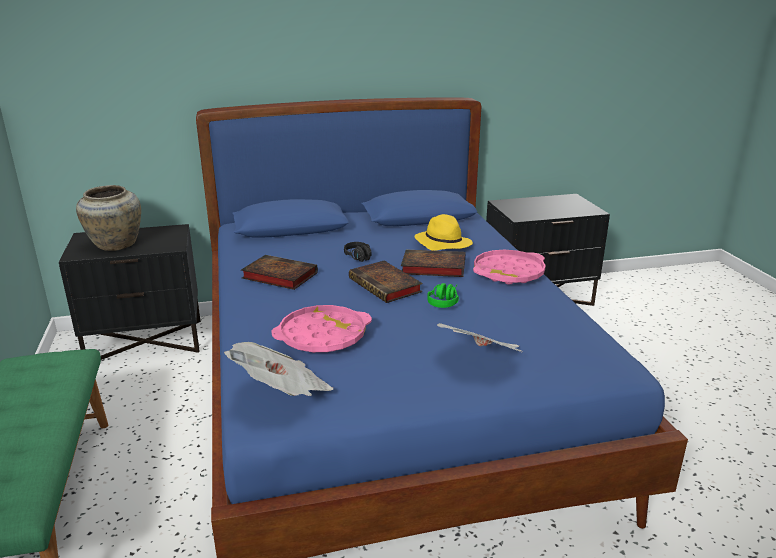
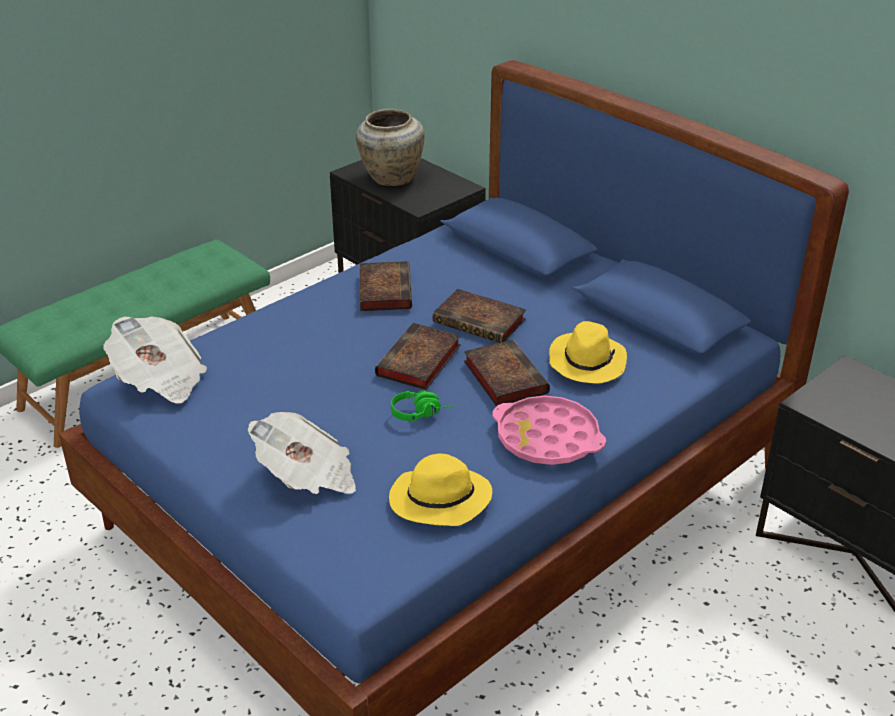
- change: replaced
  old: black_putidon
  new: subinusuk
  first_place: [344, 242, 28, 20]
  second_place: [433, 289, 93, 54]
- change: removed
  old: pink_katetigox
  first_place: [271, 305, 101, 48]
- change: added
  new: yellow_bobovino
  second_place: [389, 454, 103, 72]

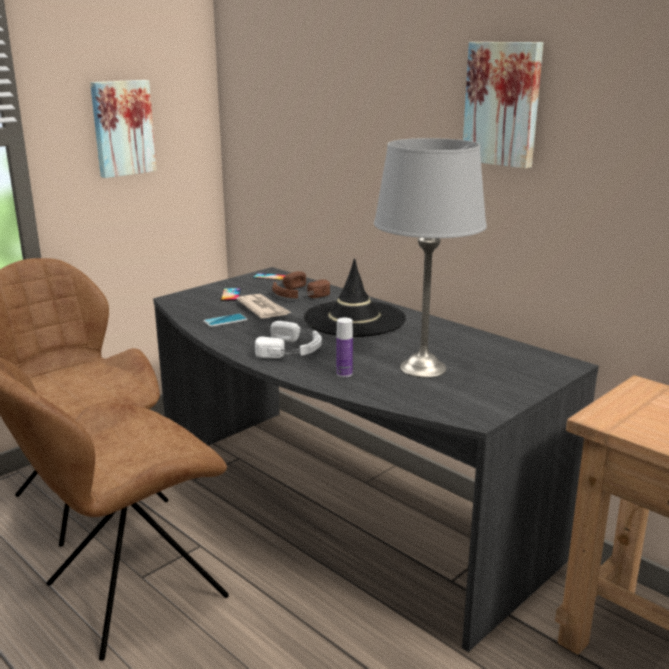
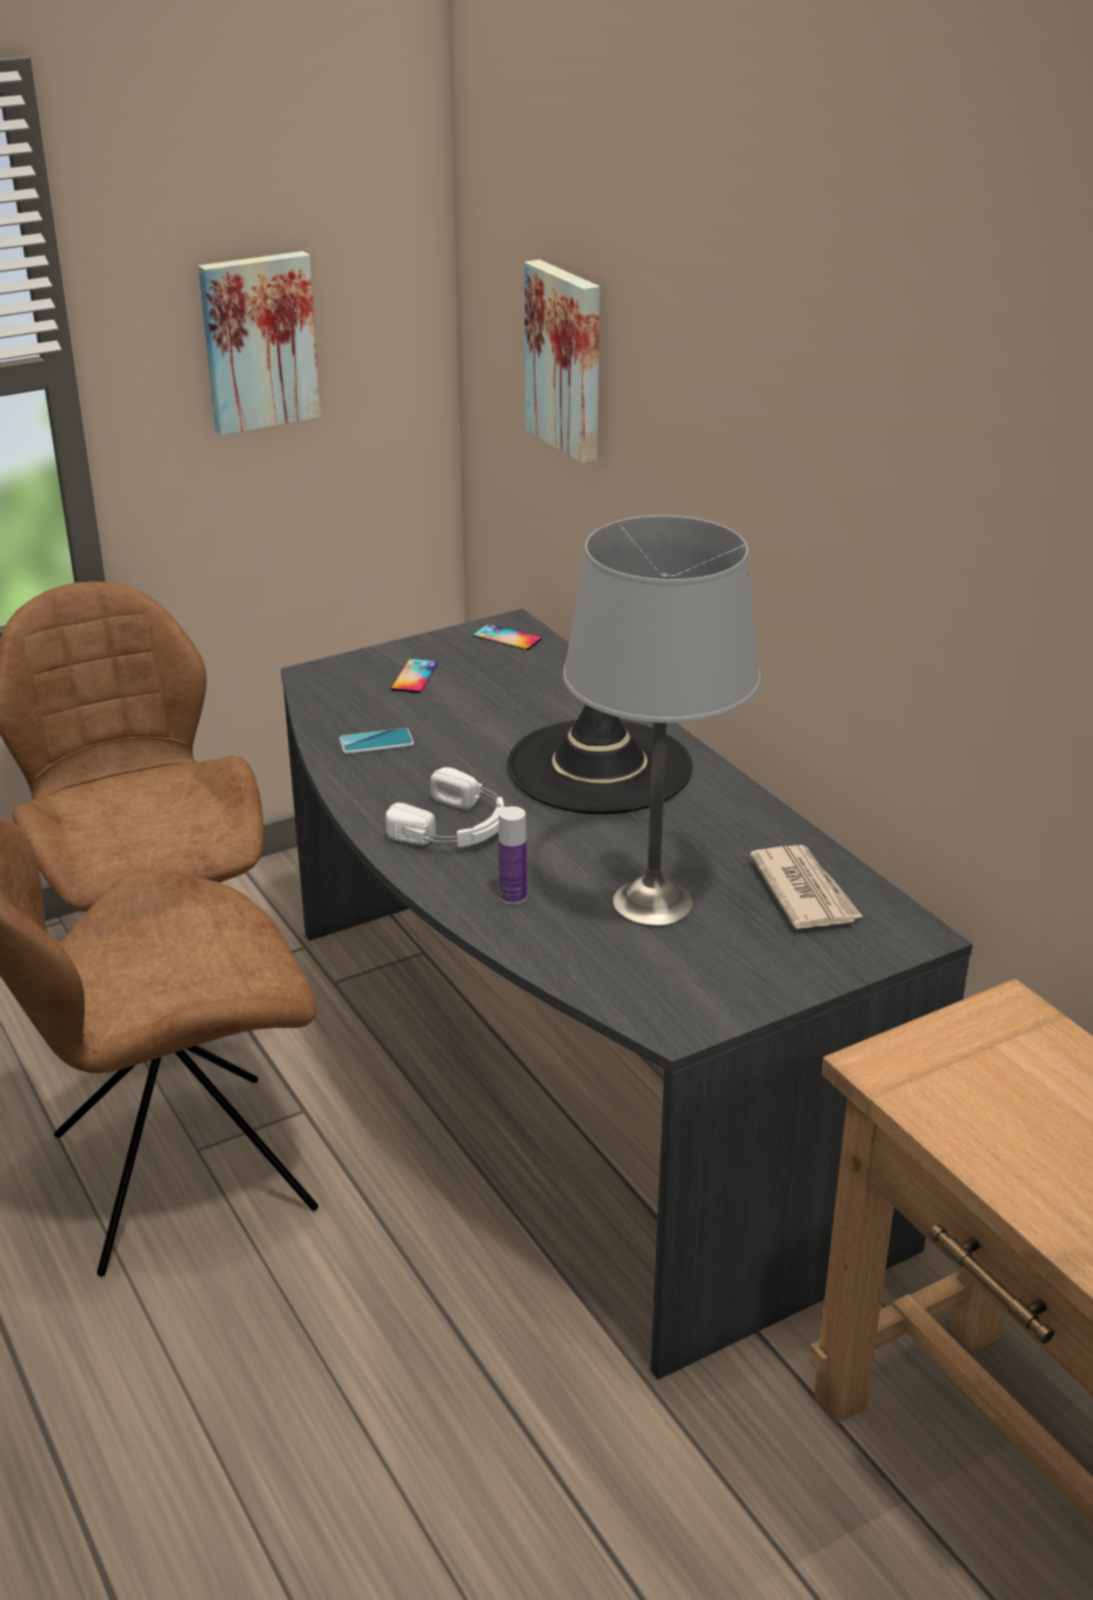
- change: moved
  old: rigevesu
  first_place: [463, 42, 81, 127]
  second_place: [524, 260, 76, 203]
- change: removed
  old: brown_putidon
  first_place: [272, 271, 58, 27]
- change: moved
  old: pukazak
  first_place: [236, 294, 56, 25]
  second_place: [750, 845, 113, 84]

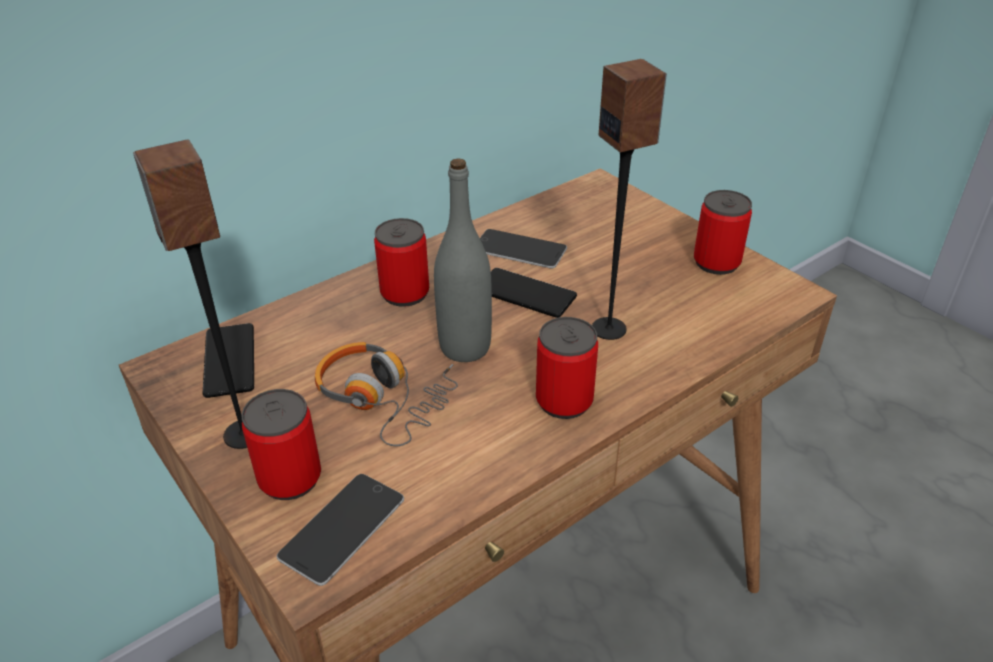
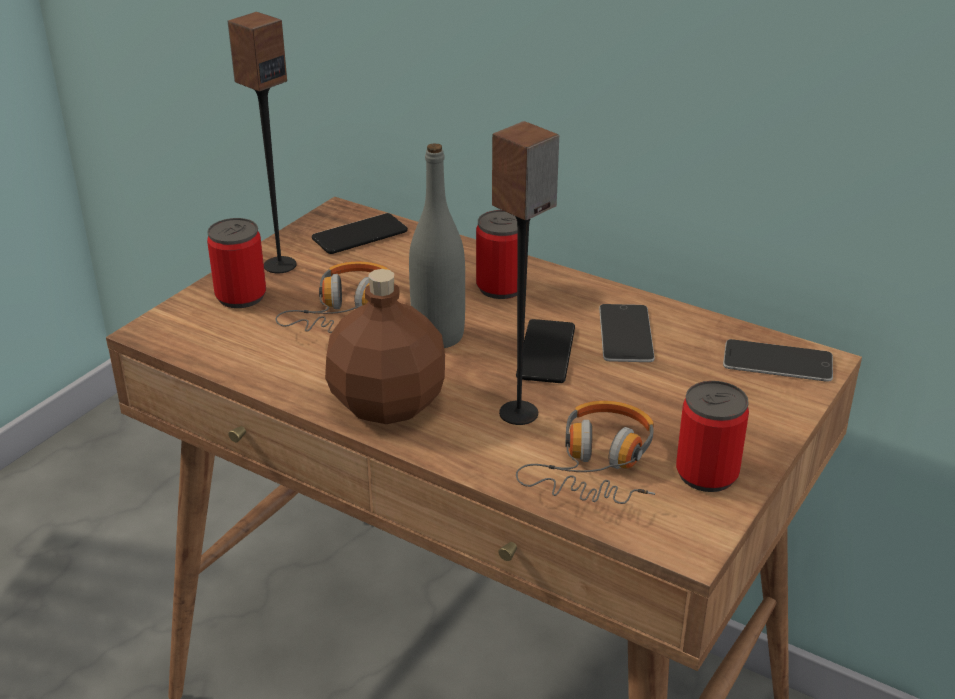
- change: replaced
  old: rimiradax
  new: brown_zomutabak
  first_place: [536, 317, 62, 102]
  second_place: [325, 269, 120, 155]
- change: moved
  old: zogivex
  first_place: [276, 474, 128, 112]
  second_place: [723, 339, 110, 43]
- change: added
  new: putidon
  second_place: [516, 401, 139, 103]

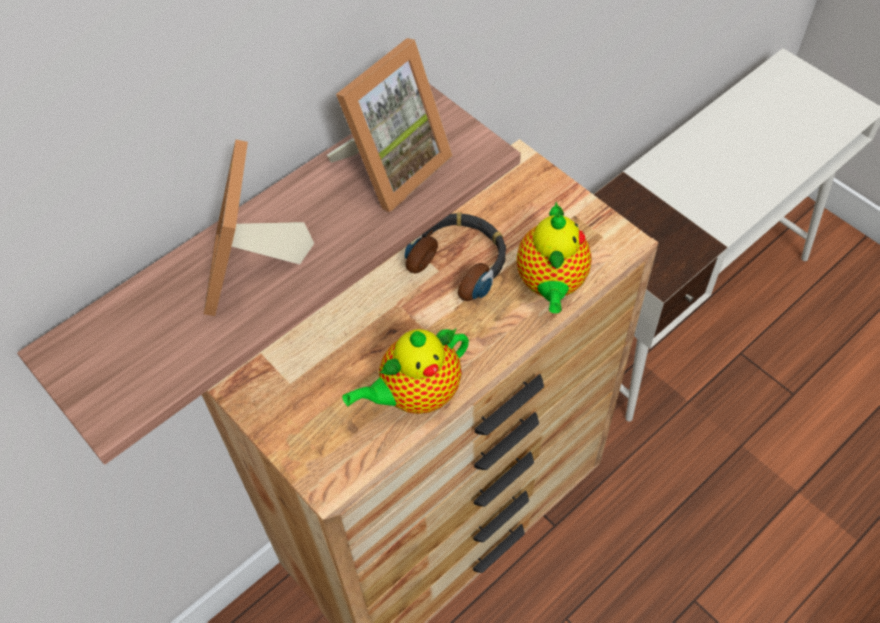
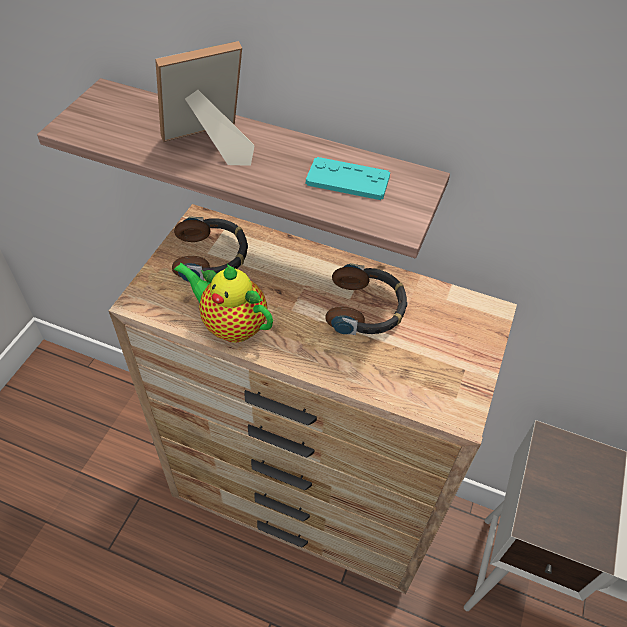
- change: replaced
  old: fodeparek
  new: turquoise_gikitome
  first_place: [326, 38, 127, 174]
  second_place: [306, 157, 84, 43]
- change: removed
  old: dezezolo
  first_place: [516, 202, 76, 111]
- change: added
  new: putidon
  second_place: [172, 217, 76, 65]

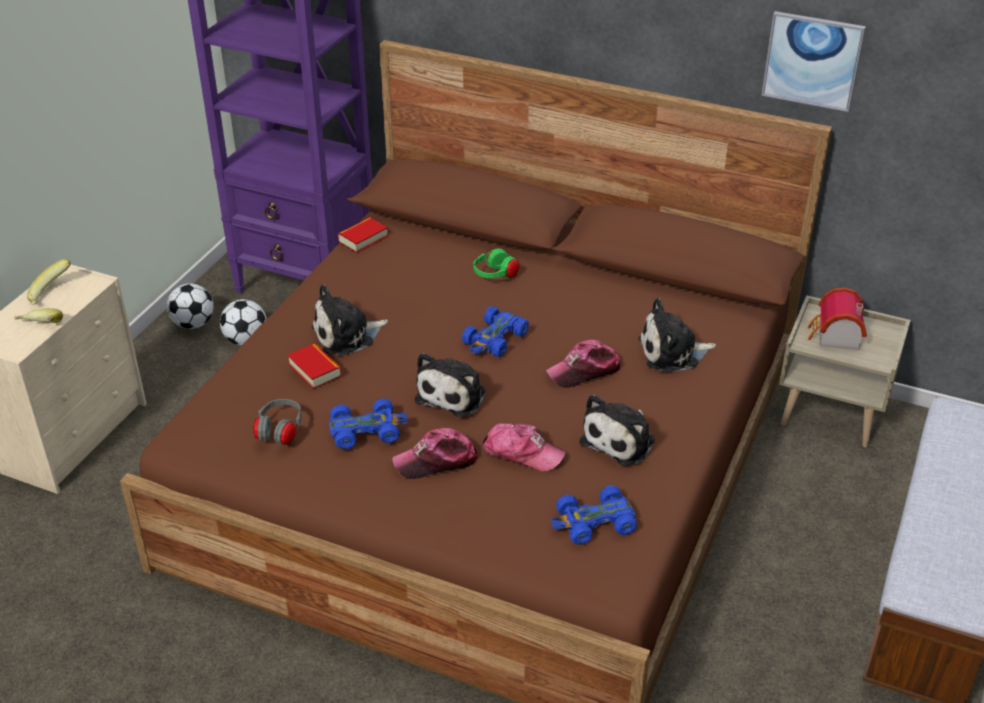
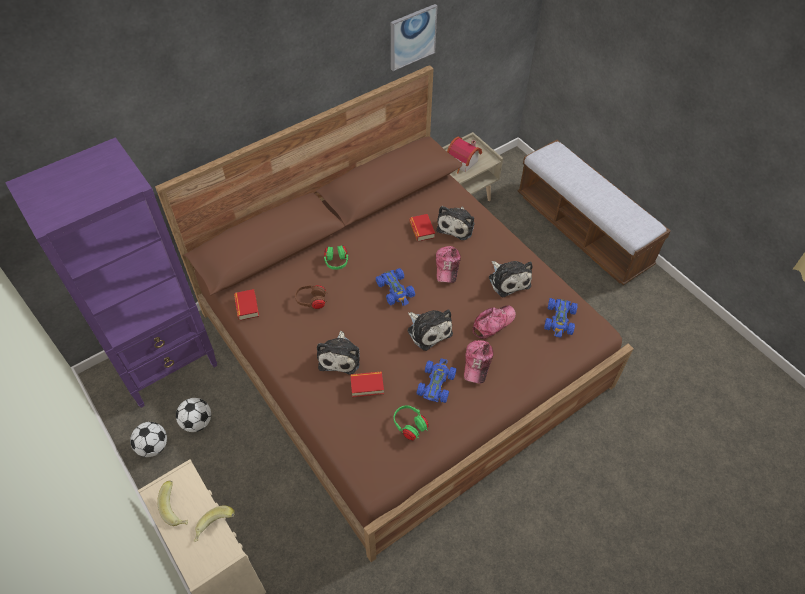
- change: recoloured
  old: grey_putidon
  new: green_putidon
  first_place: [253, 399, 48, 46]
  second_place: [393, 405, 36, 36]
- change: added
  new: subinusuk
  second_place: [410, 214, 25, 27]
- change: added
  new: brown_putidon
  second_place: [295, 284, 33, 25]

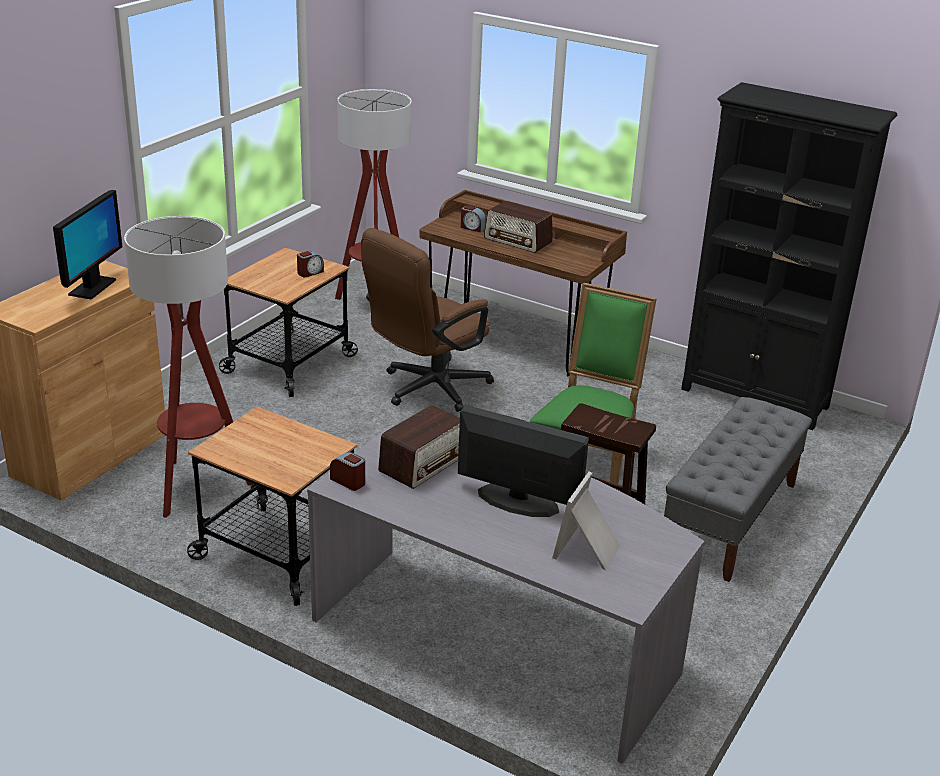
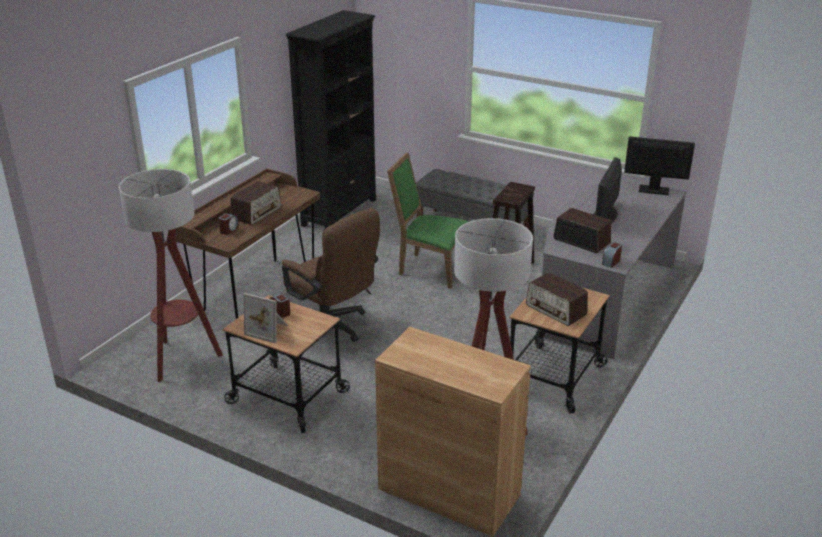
- change: moved
  old: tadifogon
  first_place: [53, 190, 69, 109]
  second_place: [624, 136, 71, 59]
- change: moved
  old: fodeparek
  first_place: [552, 472, 68, 98]
  second_place: [244, 293, 44, 50]
- change: added
  new: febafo
  second_place: [526, 272, 62, 54]

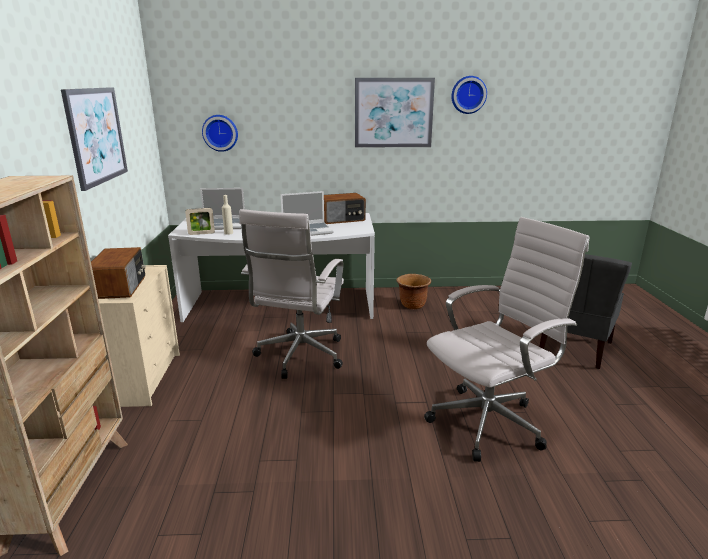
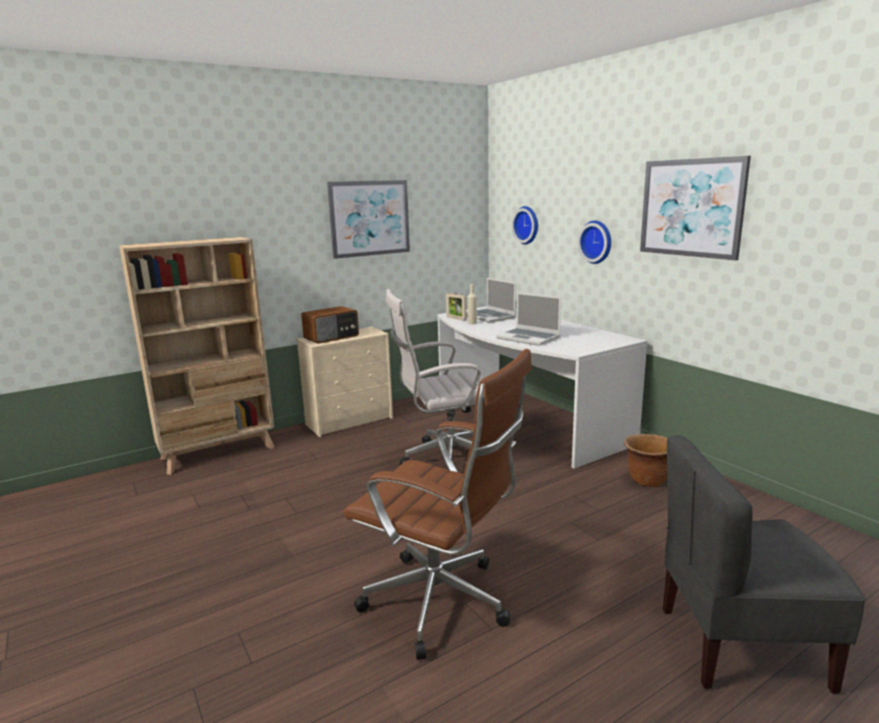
- change: moved
  old: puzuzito
  first_place: [451, 76, 36, 38]
  second_place: [578, 221, 33, 43]
- change: removed
  old: febafo
  first_place: [324, 193, 42, 31]
- change: recoloured
  old: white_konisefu
  new: brown_konisefu
  first_place: [424, 217, 165, 245]
  second_place: [343, 349, 189, 311]

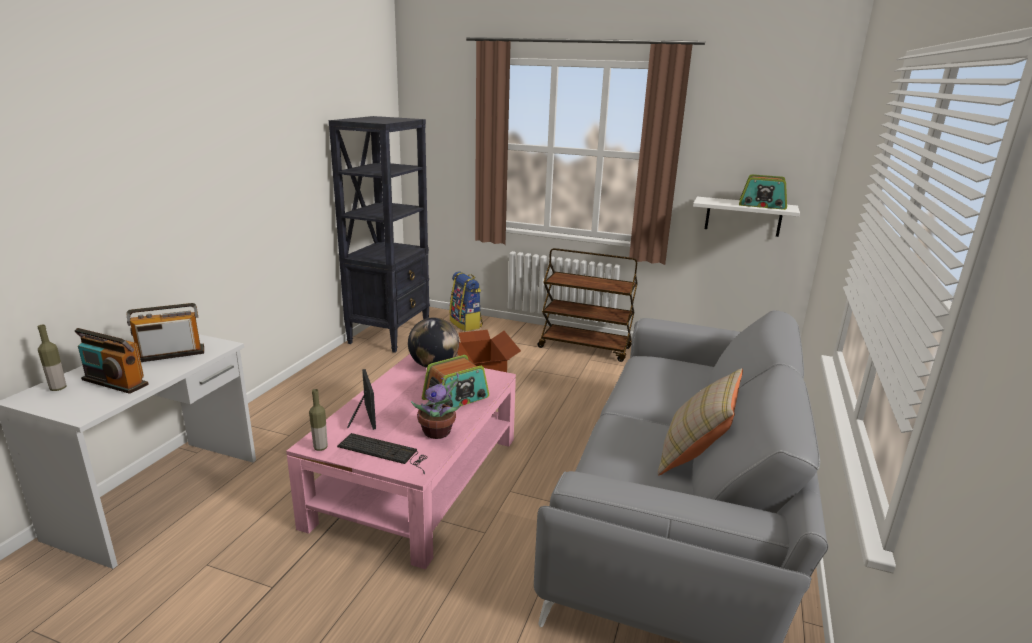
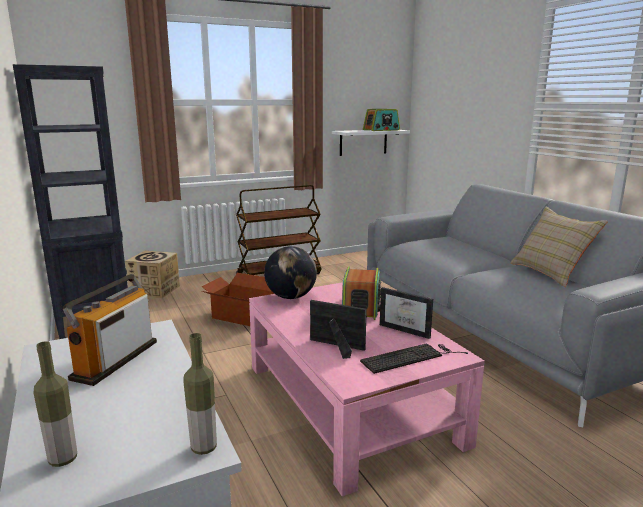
- change: replaced
  old: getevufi
  new: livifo
  first_place: [450, 271, 33, 60]
  second_place: [125, 251, 55, 47]
- change: removed
  old: febafo
  first_place: [75, 328, 74, 66]
- change: replaced
  old: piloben
  new: fodeparek
  first_place: [411, 373, 50, 66]
  second_place: [380, 287, 53, 52]
- change: moved
  old: zomutabak
  first_place: [309, 389, 19, 62]
  second_place: [183, 333, 34, 122]

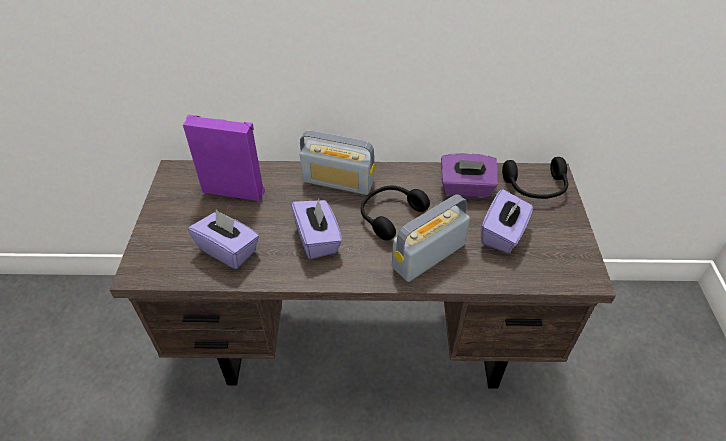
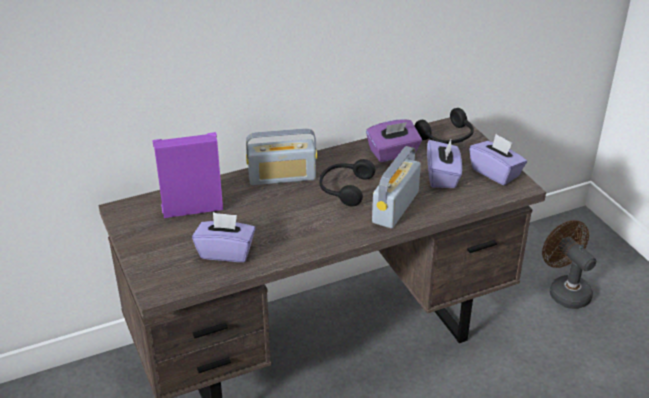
- change: moved
  old: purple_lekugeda
  first_place: [291, 199, 51, 60]
  second_place: [469, 134, 58, 51]
- change: added
  new: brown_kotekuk
  second_place: [542, 220, 54, 89]

